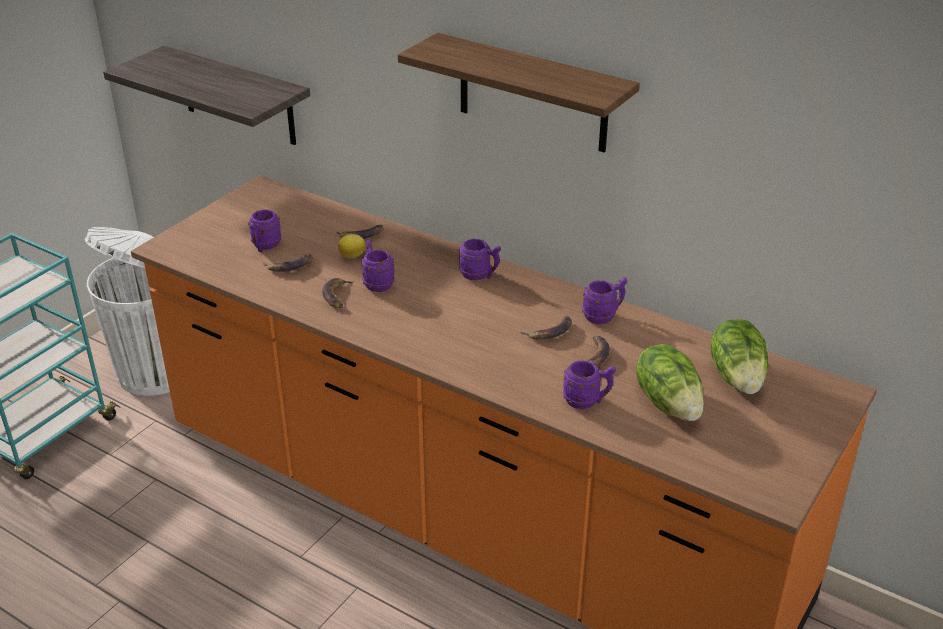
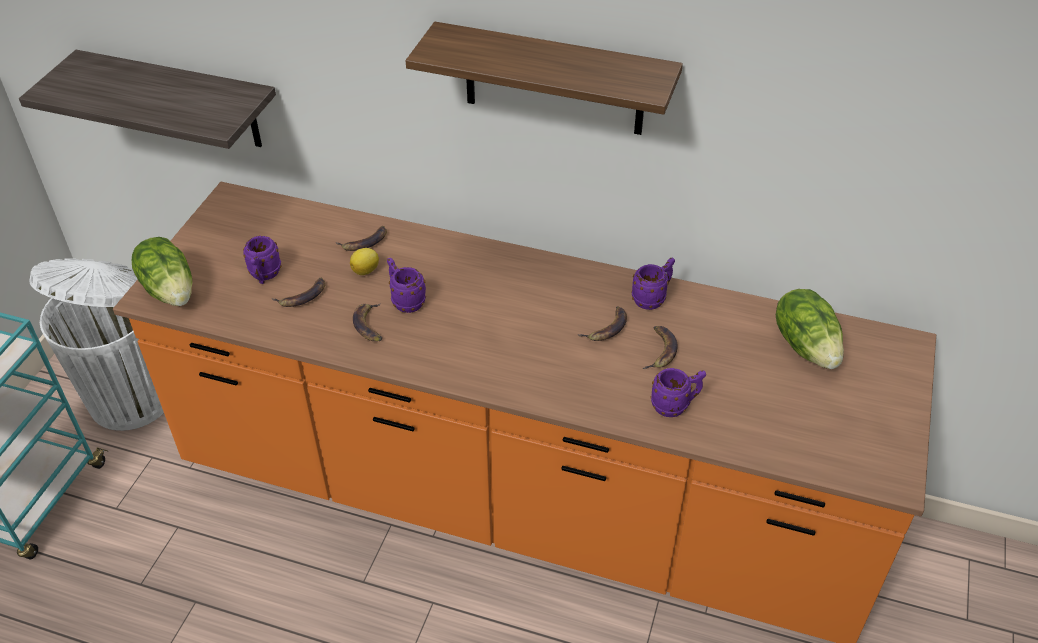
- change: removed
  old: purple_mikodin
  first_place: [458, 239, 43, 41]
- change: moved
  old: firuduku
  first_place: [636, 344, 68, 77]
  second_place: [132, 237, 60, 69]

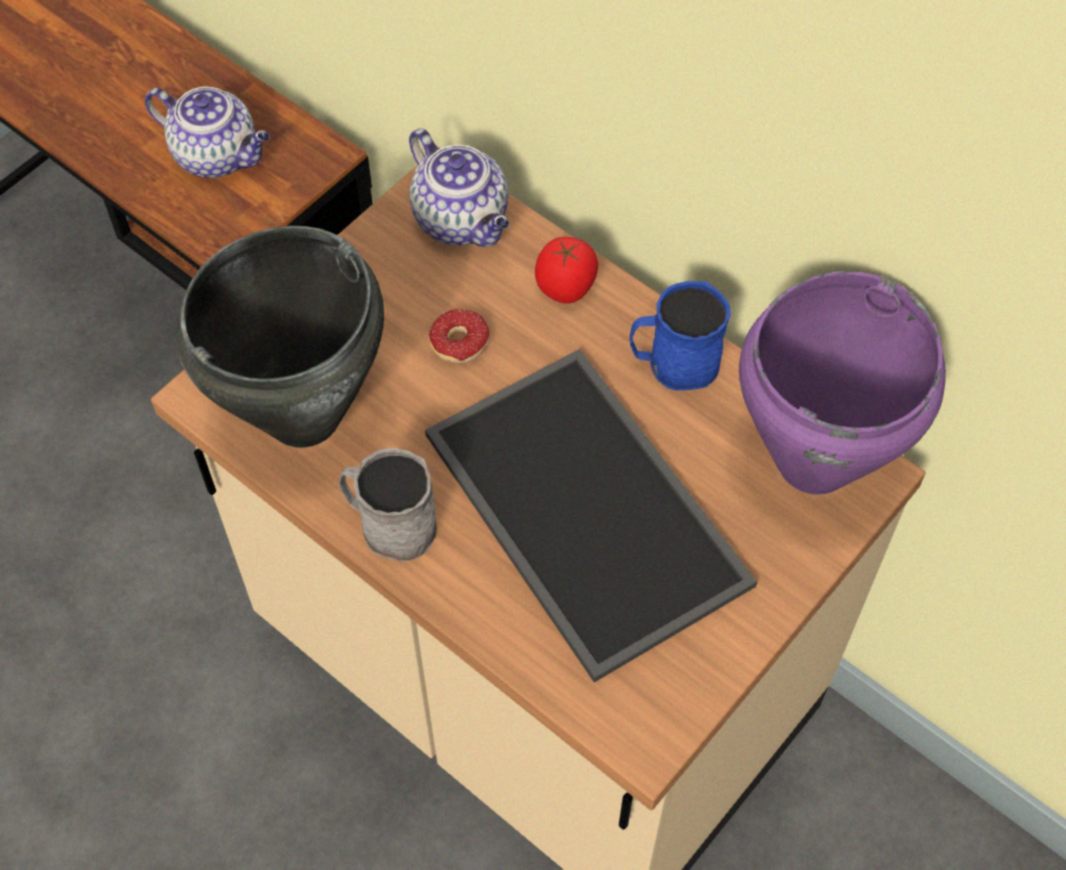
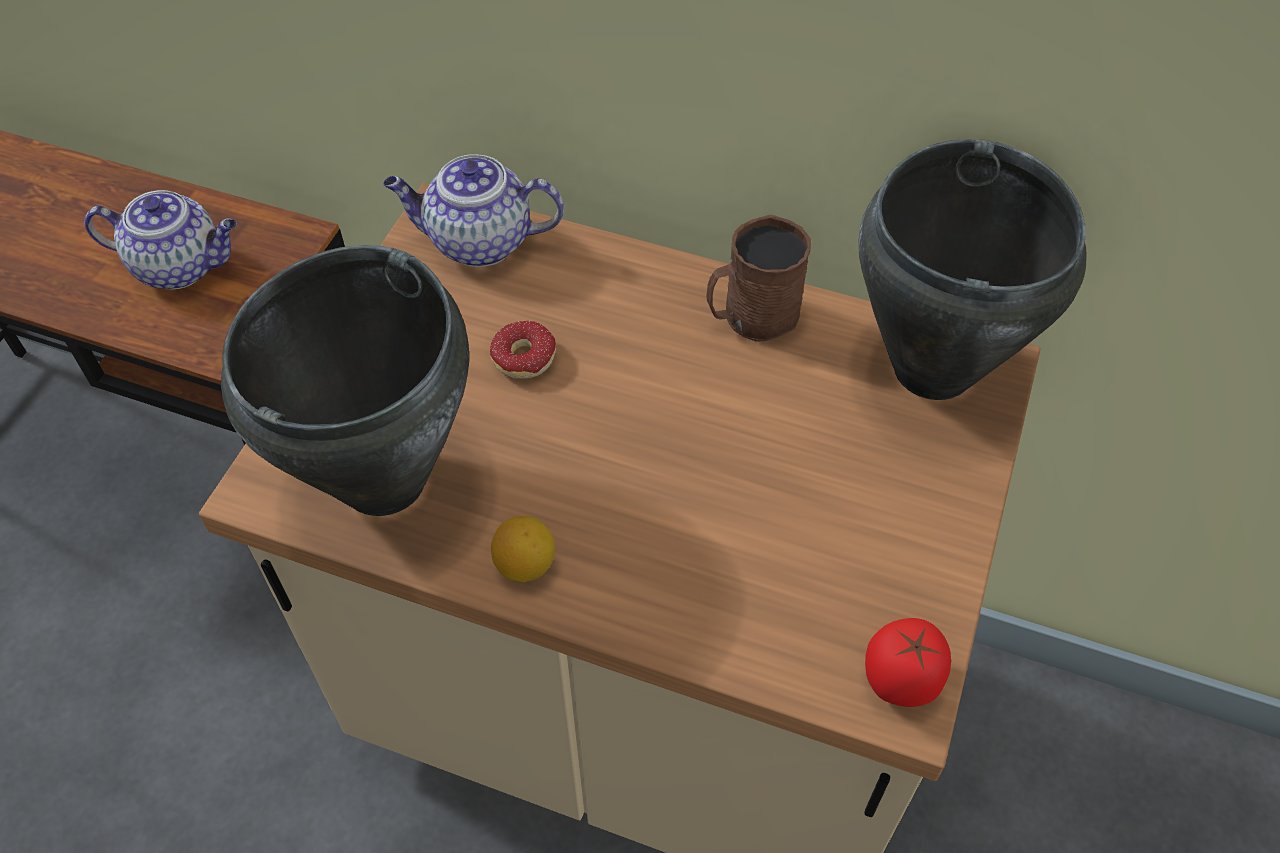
- change: turned
  old: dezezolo
  first_place: [409, 128, 100, 119]
  second_place: [383, 154, 181, 113]
  degrees: 150
- change: moved
  old: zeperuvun
  first_place: [535, 237, 63, 66]
  second_place: [865, 618, 86, 89]
- change: recoloured
  old: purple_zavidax
  new: black_zavidax
  first_place: [739, 271, 207, 224]
  second_place: [858, 139, 228, 261]
- change: recoloured
  old: blue_mikodin
  new: brown_mikodin
  first_place: [629, 281, 102, 109]
  second_place: [706, 214, 105, 128]
- change: removed
  old: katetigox
  first_place: [425, 349, 332, 333]
- change: replaced
  old: grey_mikodin
  new: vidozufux
  first_place: [339, 448, 98, 114]
  second_place: [491, 516, 64, 66]

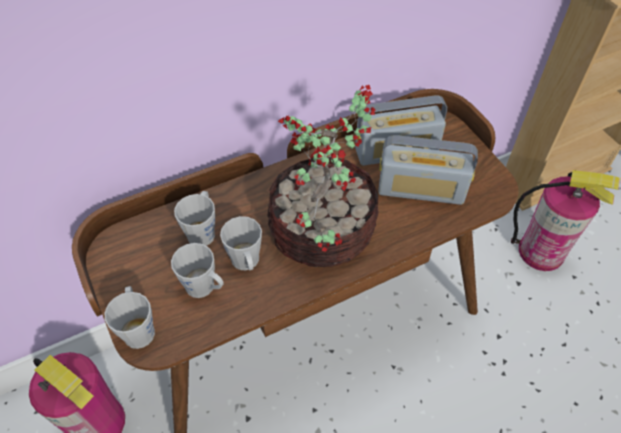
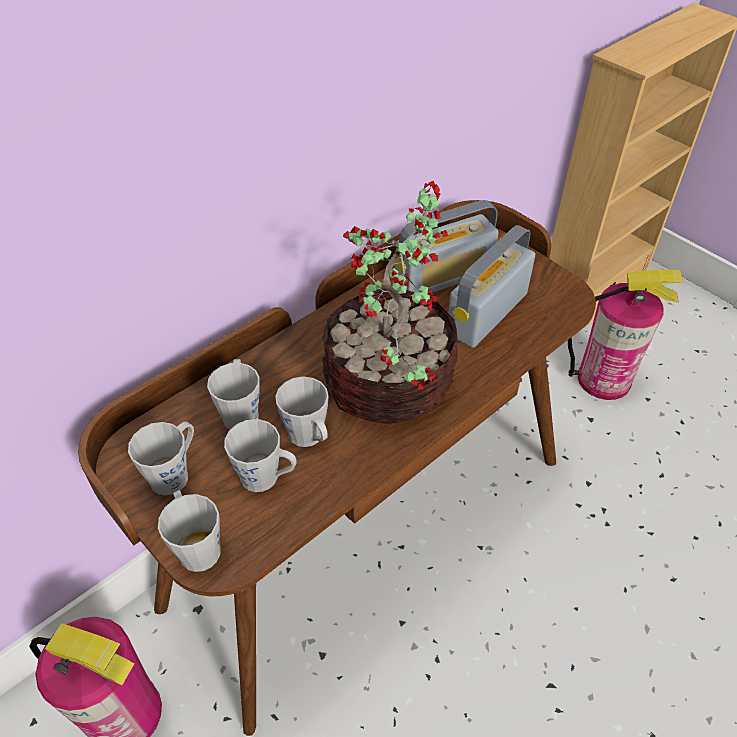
- change: turned
  old: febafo
  first_place: [378, 135, 100, 70]
  second_place: [448, 225, 87, 123]
  degrees: 135
- change: added
  new: grey_mikodin
  second_place: [128, 422, 66, 73]

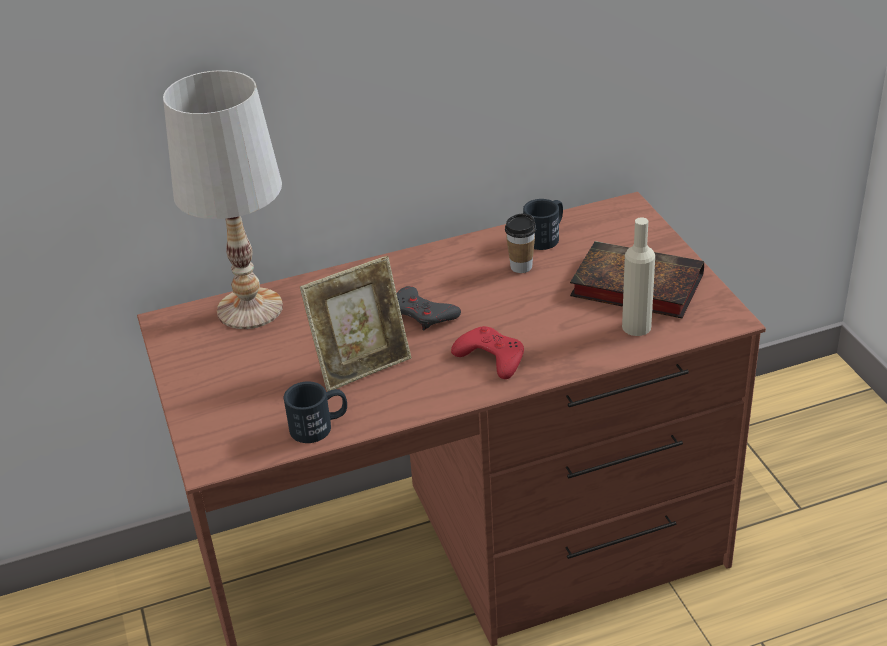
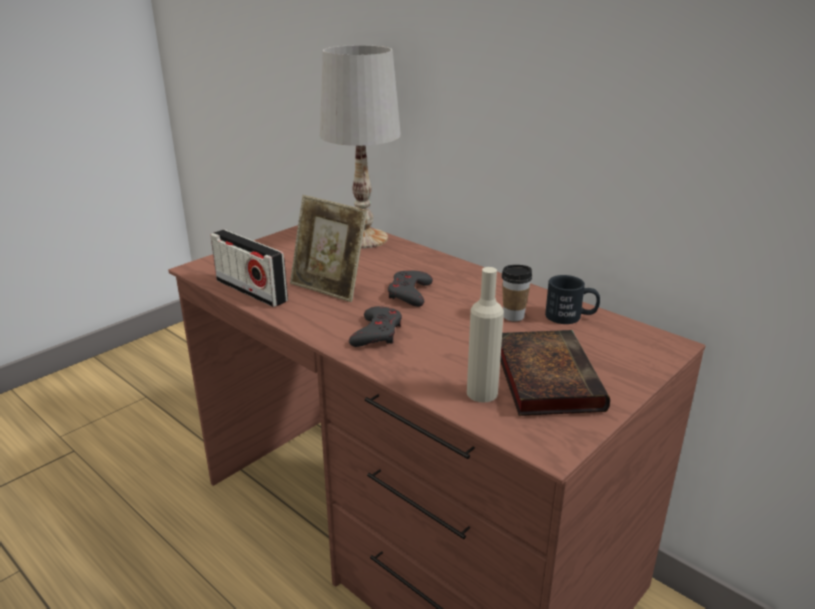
- change: recoloured
  old: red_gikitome
  new: grey_gikitome
  first_place: [451, 326, 73, 53]
  second_place: [349, 306, 53, 41]
- change: replaced
  old: black_mikodin
  new: febafo
  first_place: [284, 381, 63, 62]
  second_place: [210, 229, 78, 78]

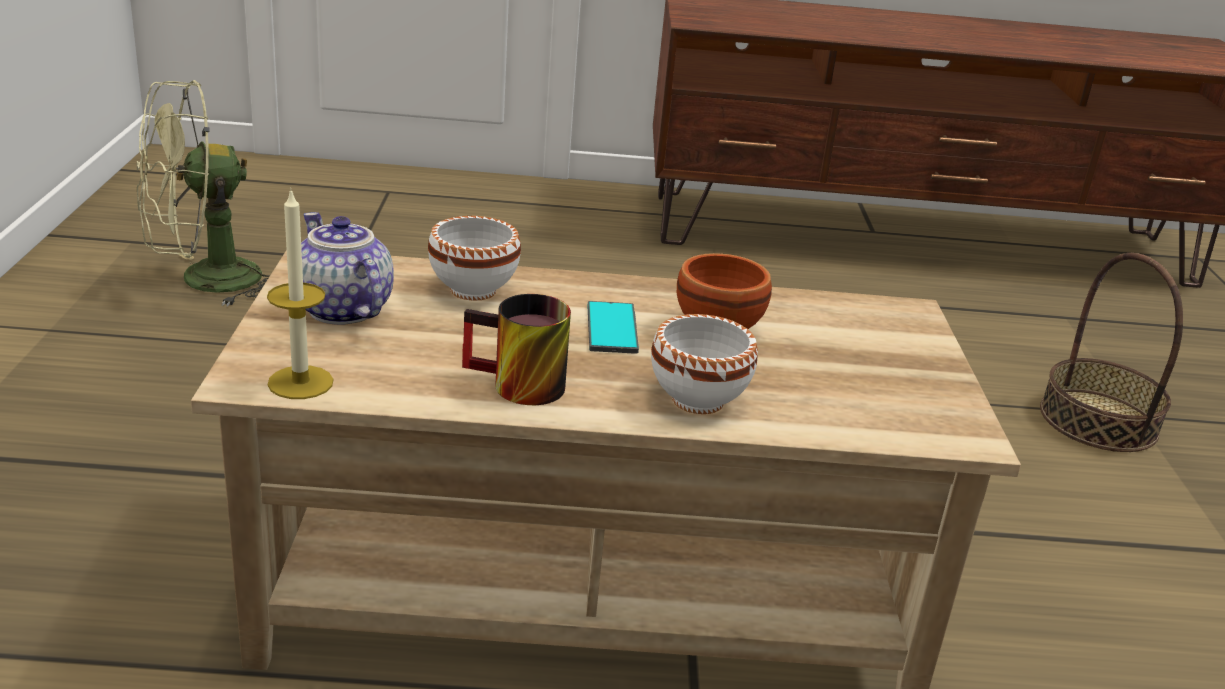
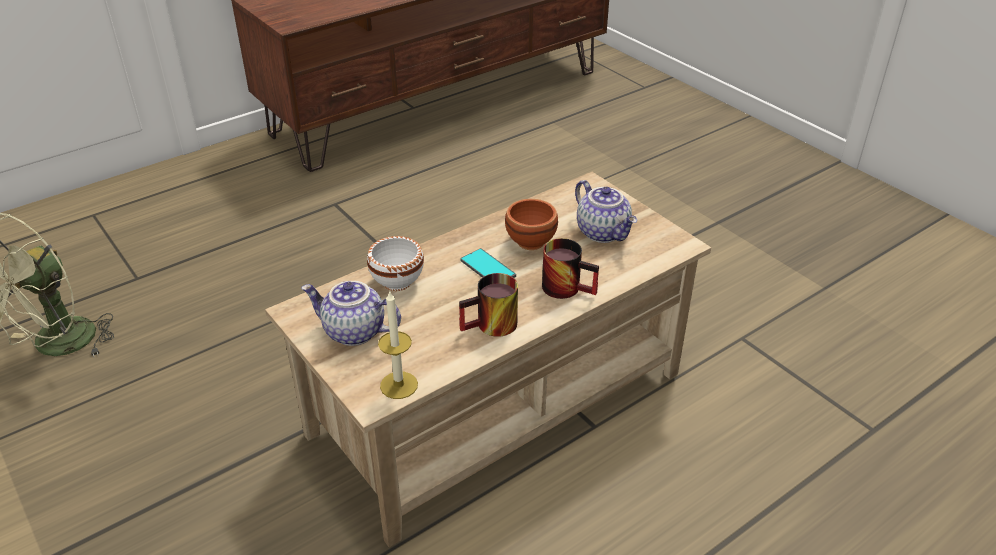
- change: removed
  old: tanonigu
  first_place: [1040, 253, 143, 199]
- change: replaced
  old: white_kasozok
  new: mikodin
  first_place: [651, 314, 107, 100]
  second_place: [542, 238, 57, 61]
- change: added
  new: dezezolo
  second_place: [575, 180, 62, 63]

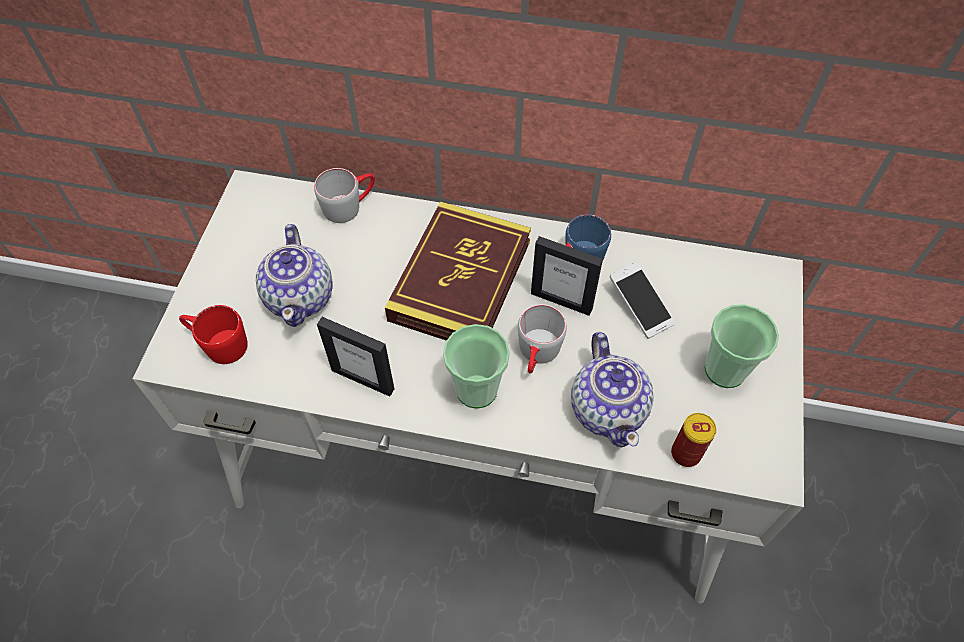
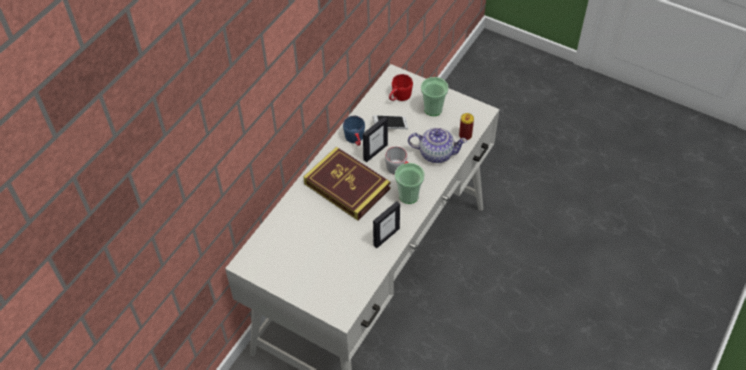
- change: removed
  old: grey_mikodin
  first_place: [314, 168, 61, 55]
- change: removed
  old: dezezolo
  first_place: [256, 224, 77, 103]
- change: moved
  old: red_mikodin
  first_place: [179, 305, 69, 59]
  second_place: [389, 74, 24, 27]

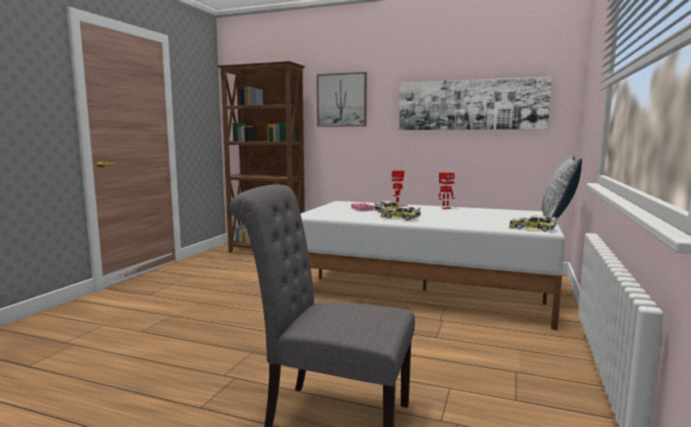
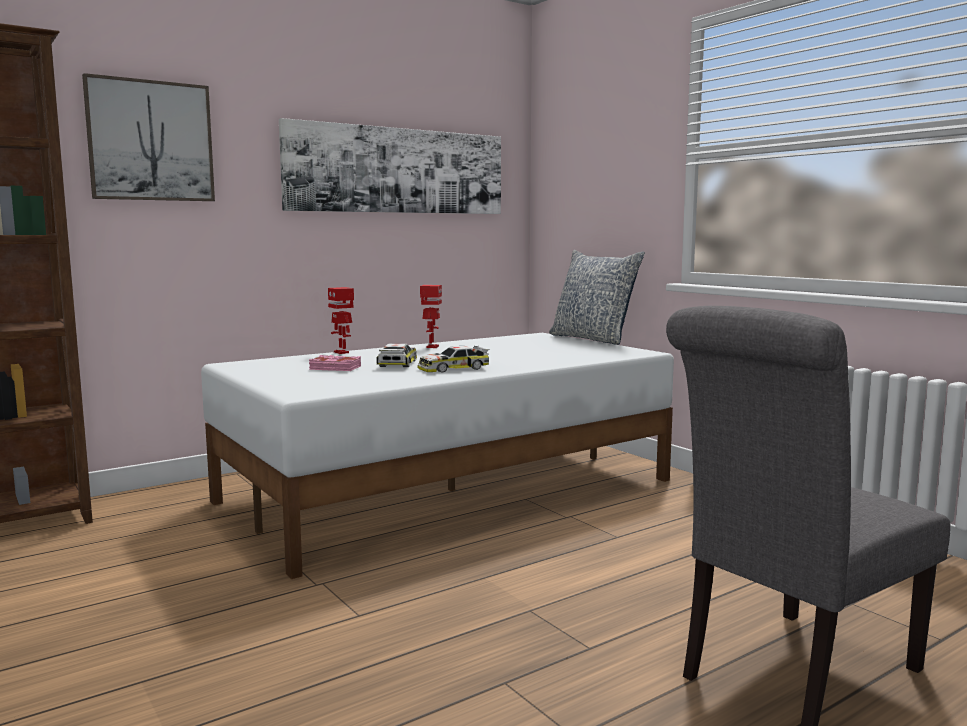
- change: removed
  old: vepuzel
  first_place: [509, 215, 48, 17]

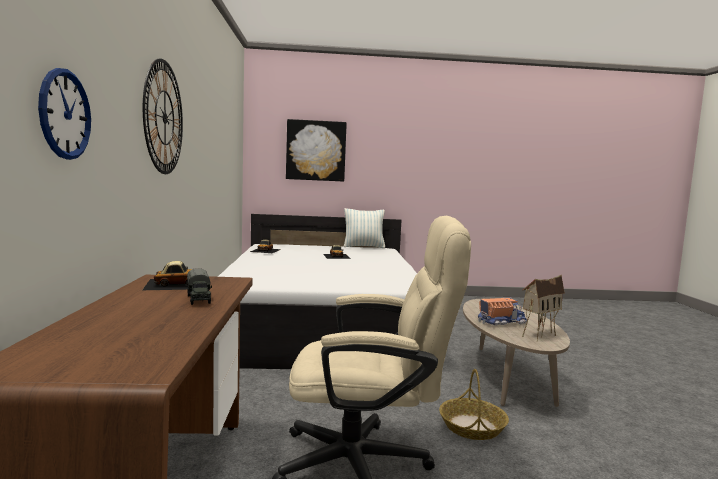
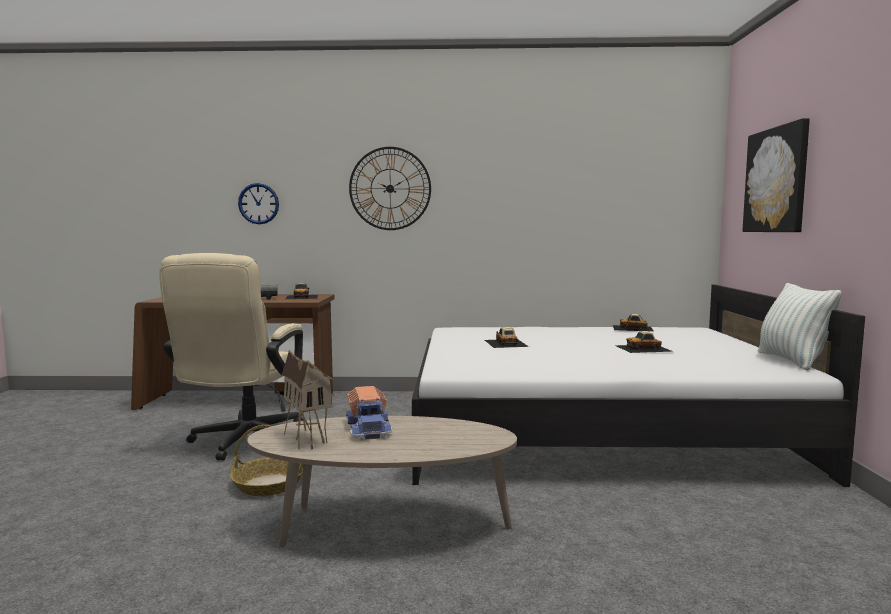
- change: added
  new: vepuzel
  second_place: [485, 327, 44, 21]

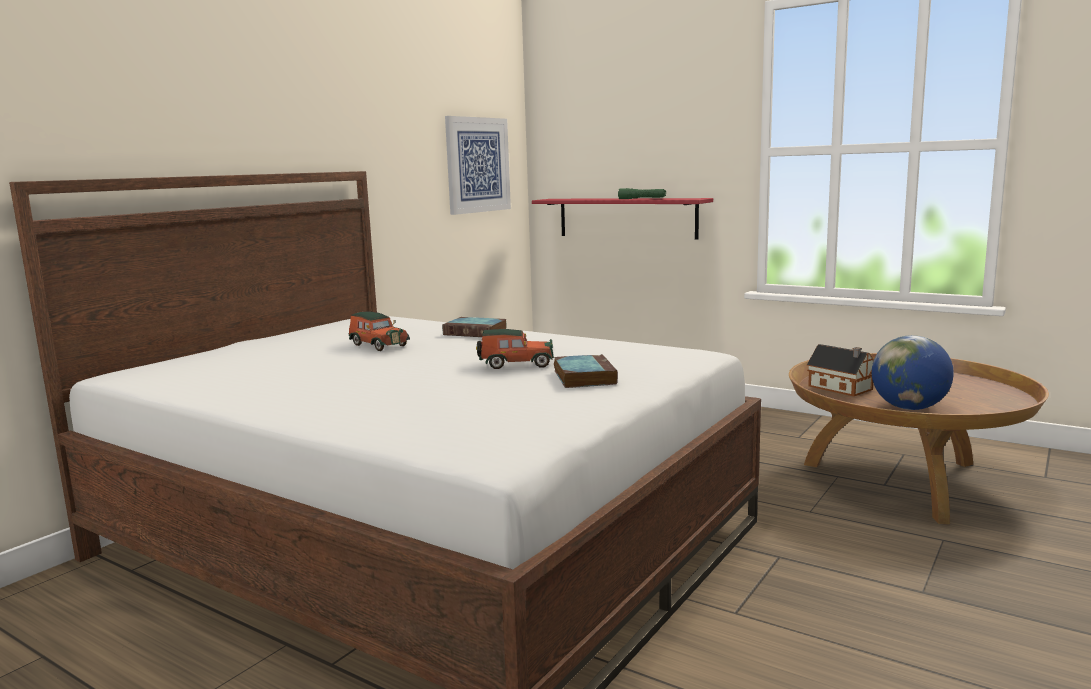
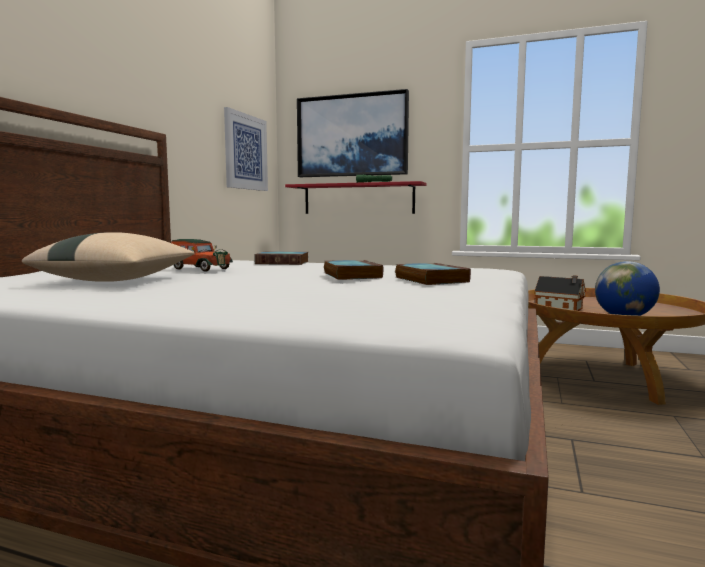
- change: replaced
  old: vepuzel
  new: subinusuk
  first_place: [476, 329, 78, 40]
  second_place: [324, 260, 59, 20]
- change: added
  new: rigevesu
  second_place: [297, 89, 112, 88]
- change: added
  new: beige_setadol
  second_place: [22, 232, 173, 50]

